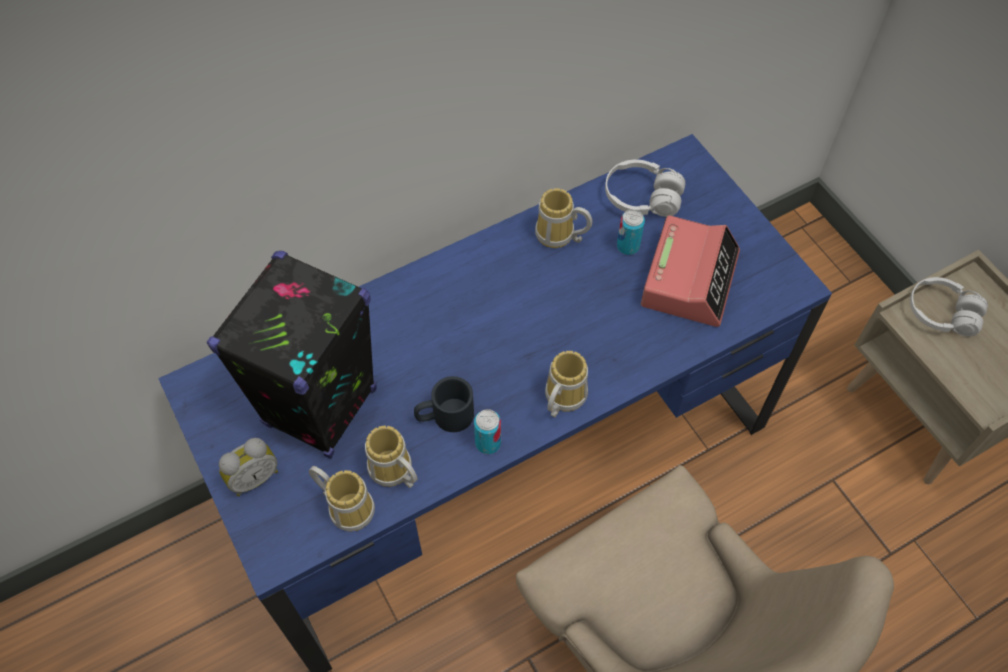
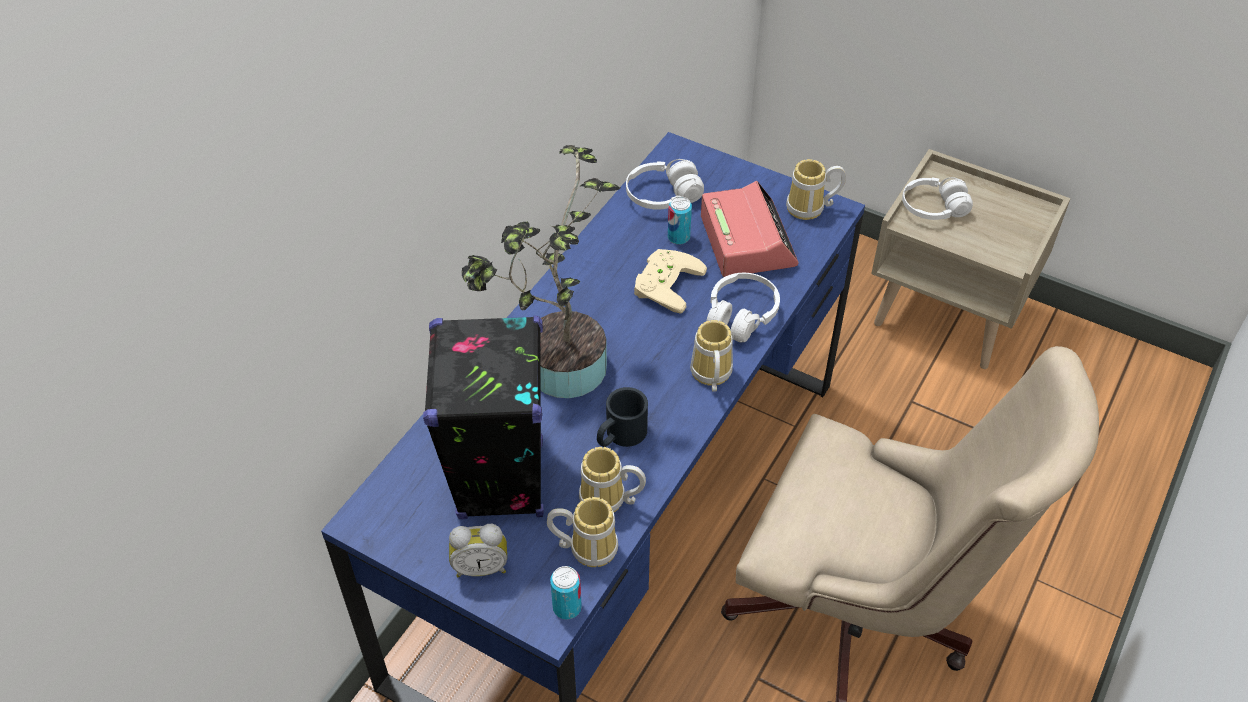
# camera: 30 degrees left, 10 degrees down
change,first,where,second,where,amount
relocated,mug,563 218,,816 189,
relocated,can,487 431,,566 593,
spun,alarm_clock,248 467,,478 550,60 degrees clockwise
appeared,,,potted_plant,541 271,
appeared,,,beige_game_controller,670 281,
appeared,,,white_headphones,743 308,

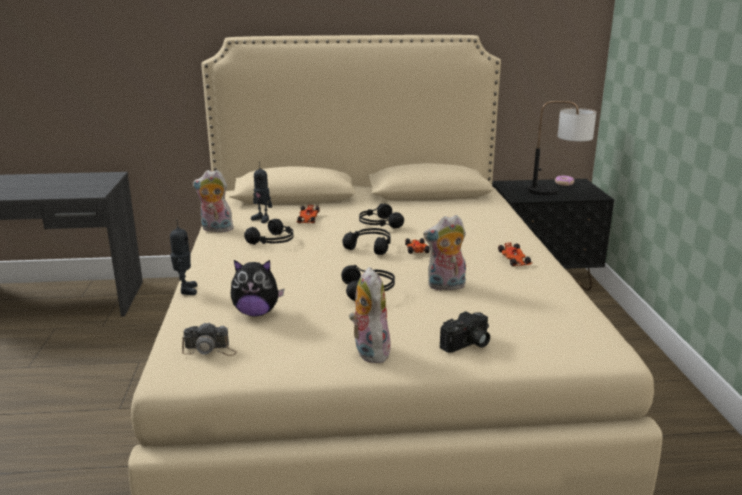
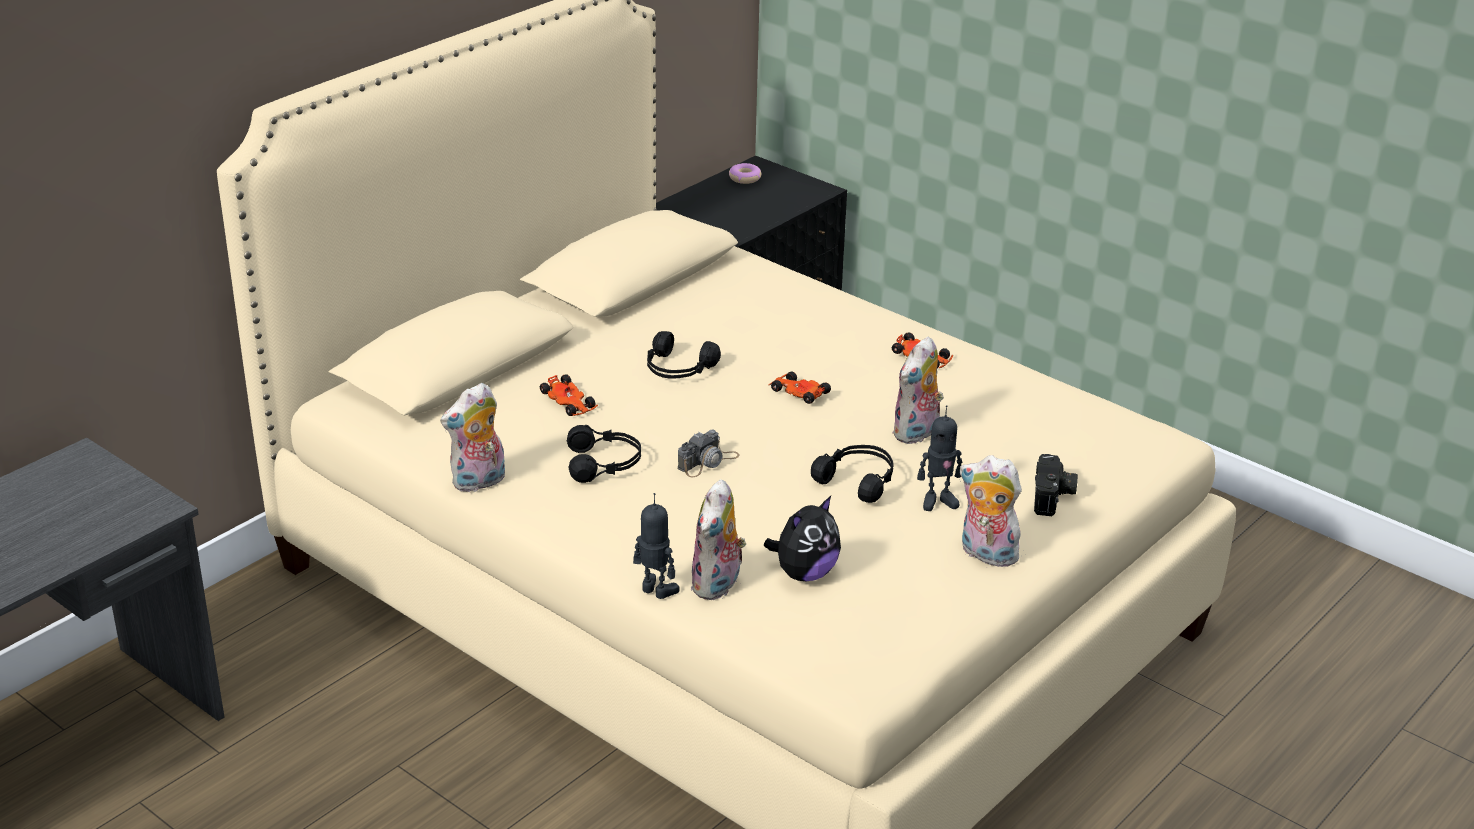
# camera: 45 degrees left, 10 degrees up
change,first,where,second,where,amount
missing,table_lamp,562 148,,,
relocated,toy_robot,261 192,,939 458,
missing,black_headphones,366 241,,,
relocated,photo_camera,209 339,,709 453,
appeared,,,plush_toy,718 539,

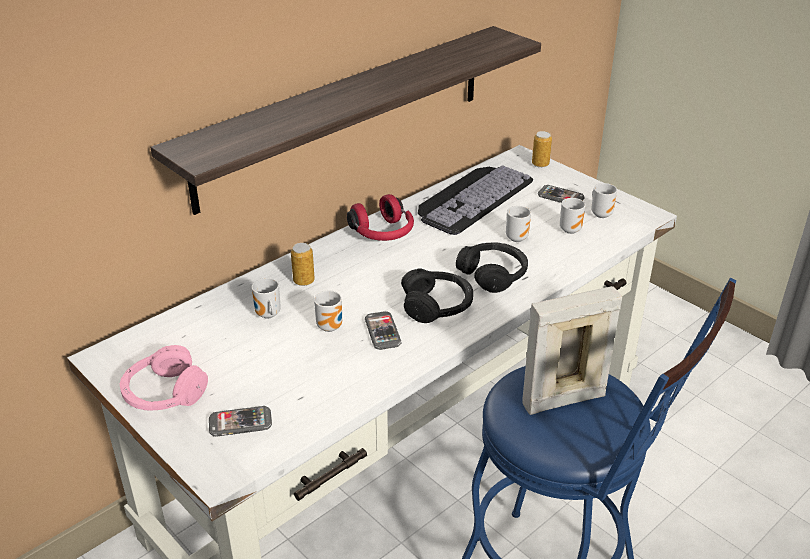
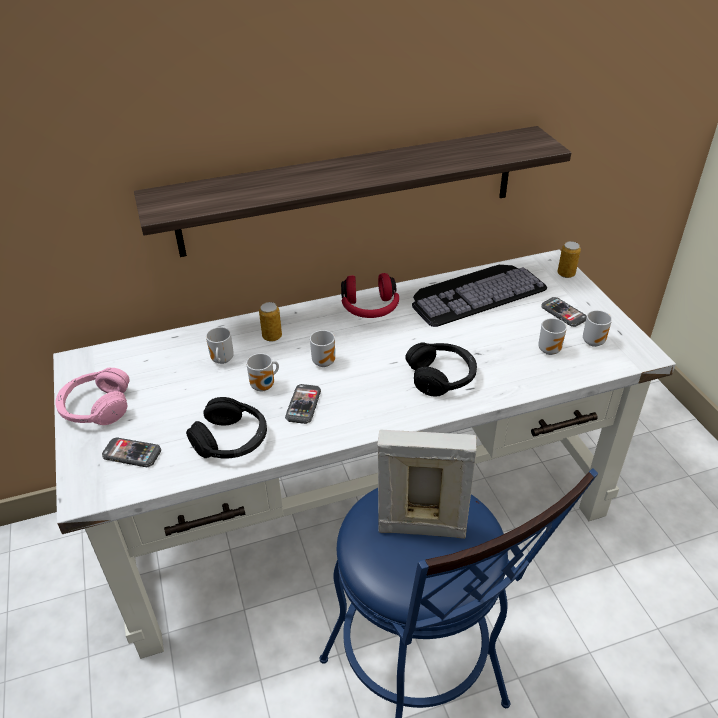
# camera: 25 degrees right, 5 degrees up
change,first,where,second,where,amount
relocated,mug,518 224,,322 348,
relocated,black_headphones,437 295,,226 428,

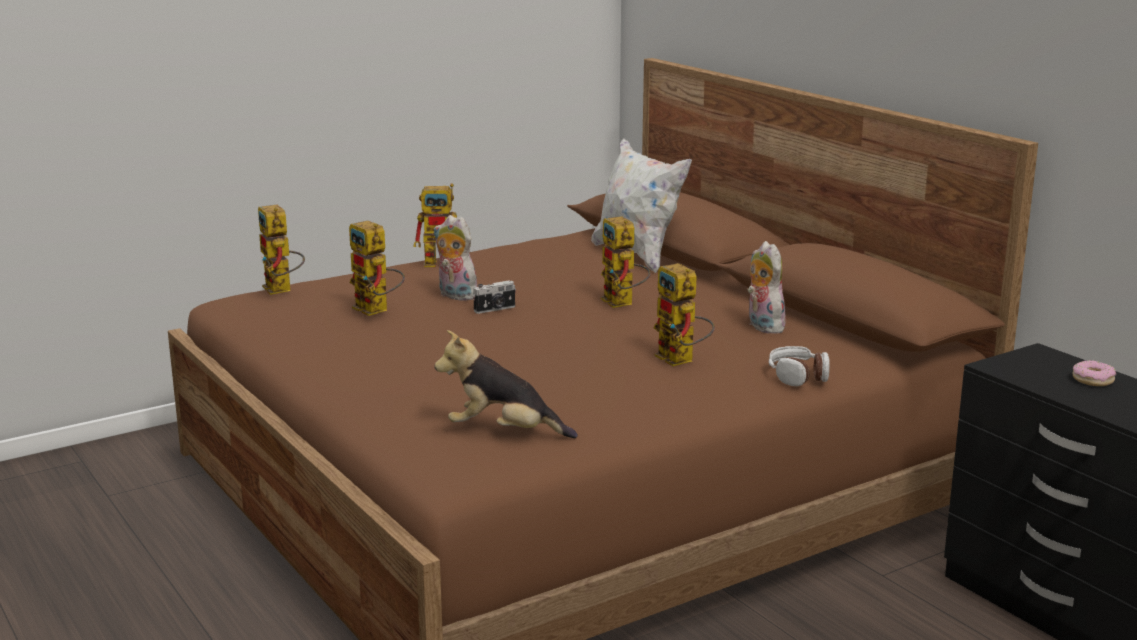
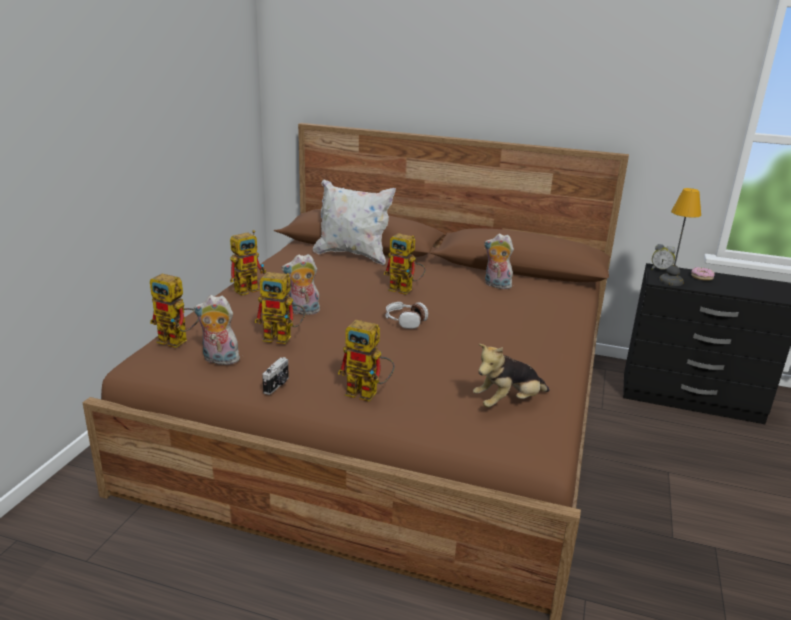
# camera: 40 degrees left, 5 degrees up
change,first,where,second,where,amount
relocated,toy_robot,684 314,,366 361,
relocated,photo_camera,494 297,,275 376,
relocated,headphones,799 366,,406 315,
appeared,,,table_lamp,680 237,
appeared,,,alarm_clock,663 257,
appeared,,,plush_toy,217 330,

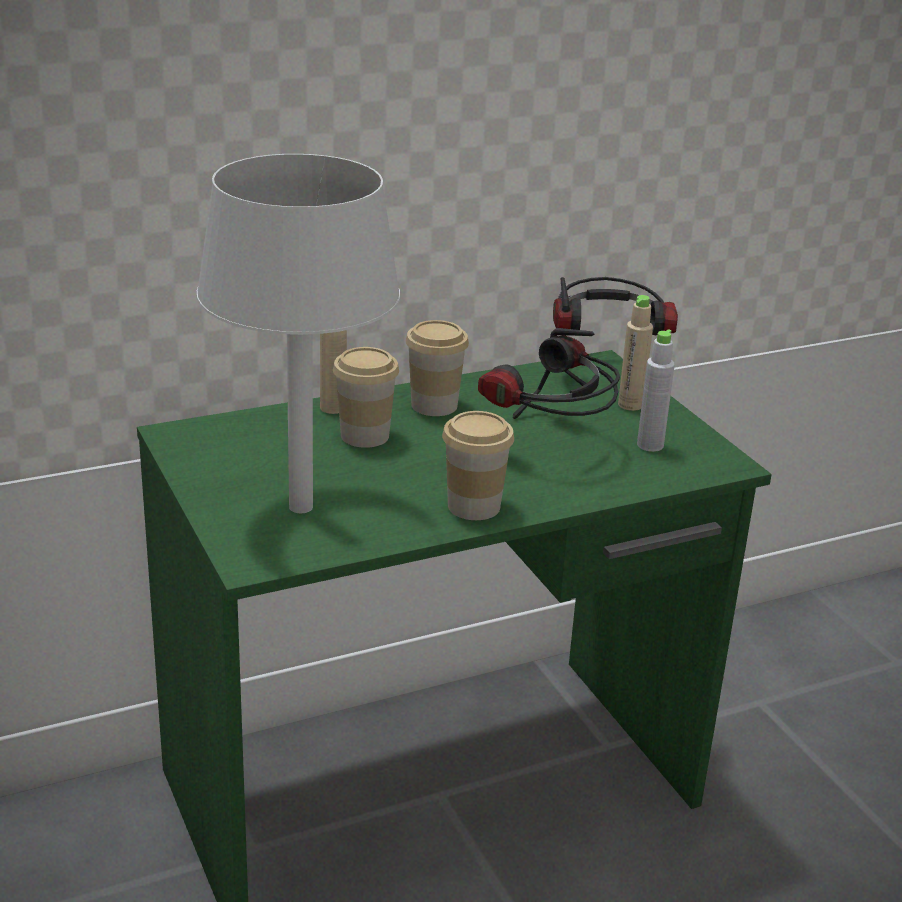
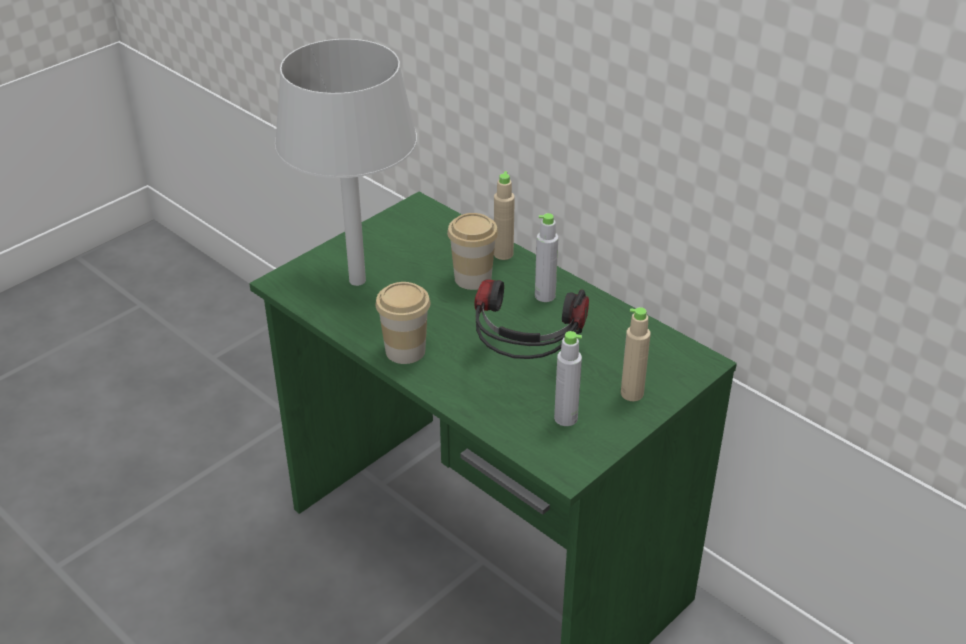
# camera: 70 degrees right, 10 degrees up
change,first,where,second,where,amount
missing,headphones,615 331,,,
exchanged,cup,437 368,grey_bottle,547 257,

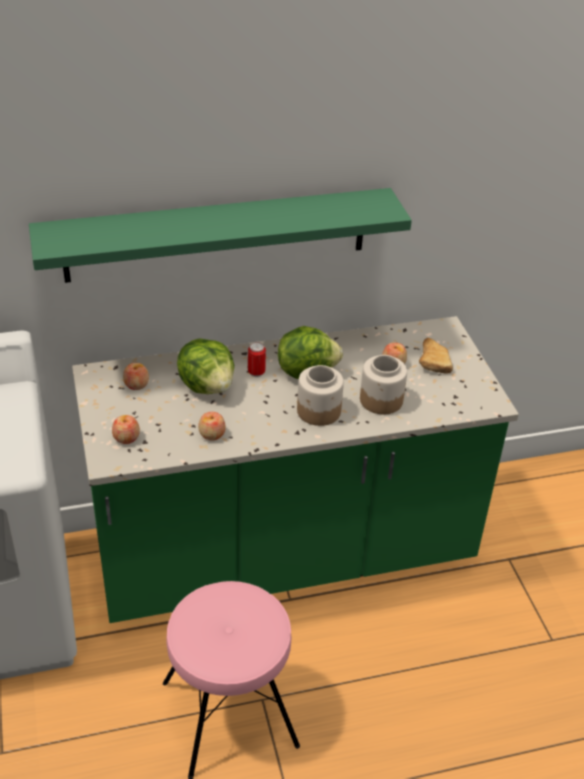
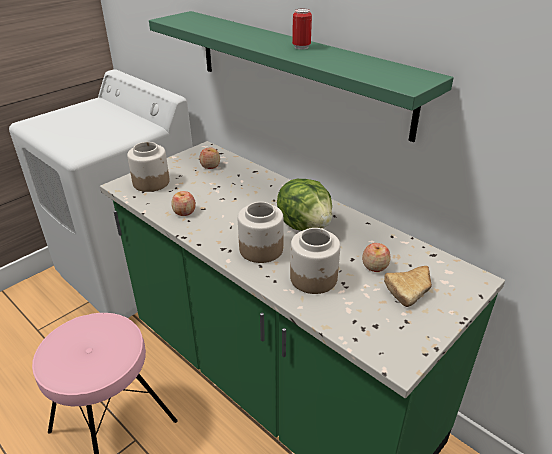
# camera: 60 degrees right, 5 degrees down
change,first,where,second,where,amount
missing,lettuce,205 366,,,
relocated,can,257 359,,302 29,
exchanged,apple,126 429,jar,148 167,

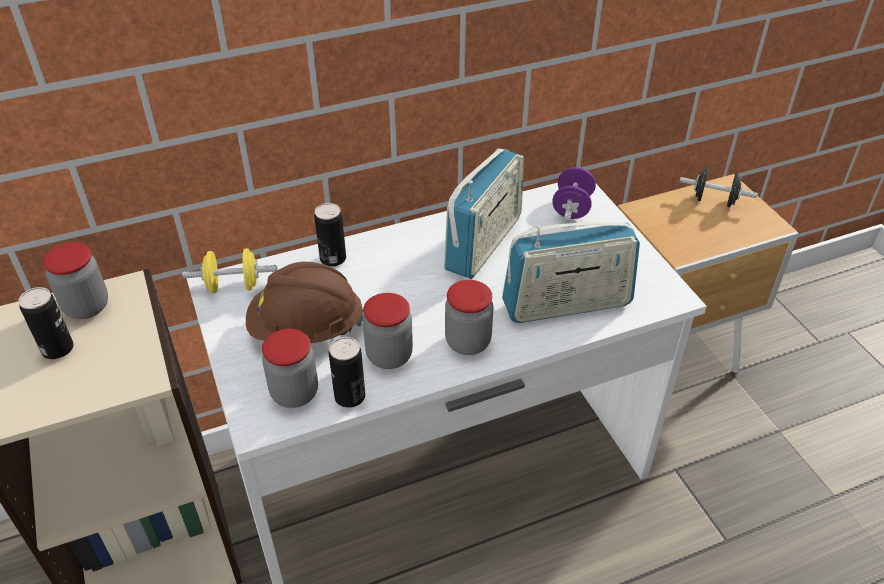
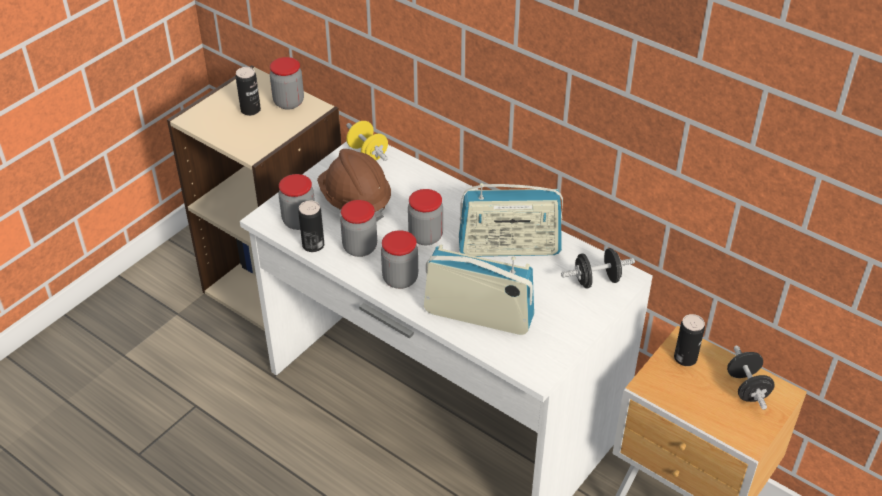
# camera: 60 degrees right, 0 degrees up
change,first,where,second,where,amount
colour,purple_dumbbell,574 193,black_dumbbell,598 268,
relocated,can,330 234,,689 340,
spun,radio,571 272,,479 289,150 degrees clockwise
appeared,,,jar,425 217,

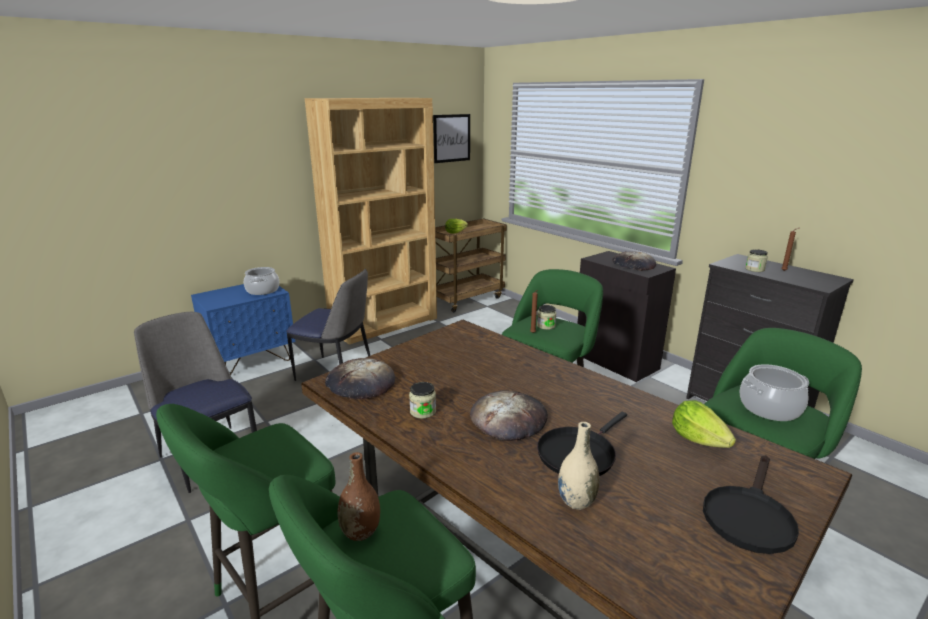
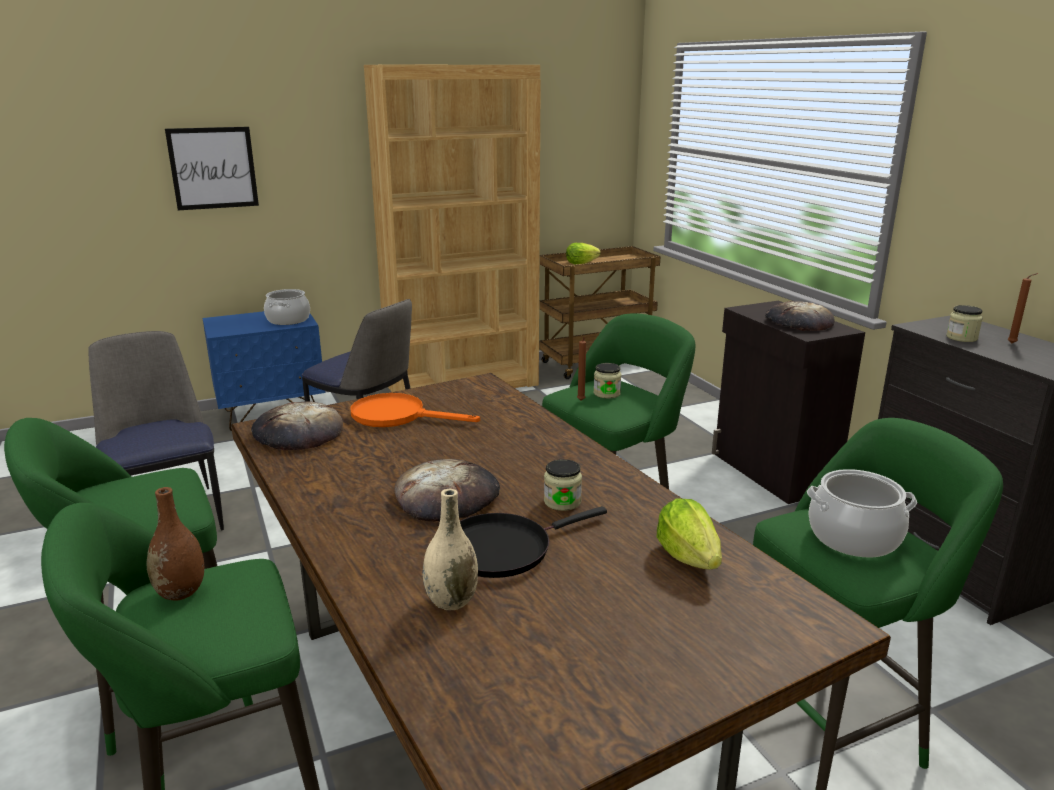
# camera: 15 degrees right, 0 degrees up
change,first,where,second,where,amount
relocated,picture,451 138,,212 168,
relocated,jar,422 400,,563 485,
missing,black_frying_pan,751 504,,,
appeared,,,orange_frying_pan,415 410,

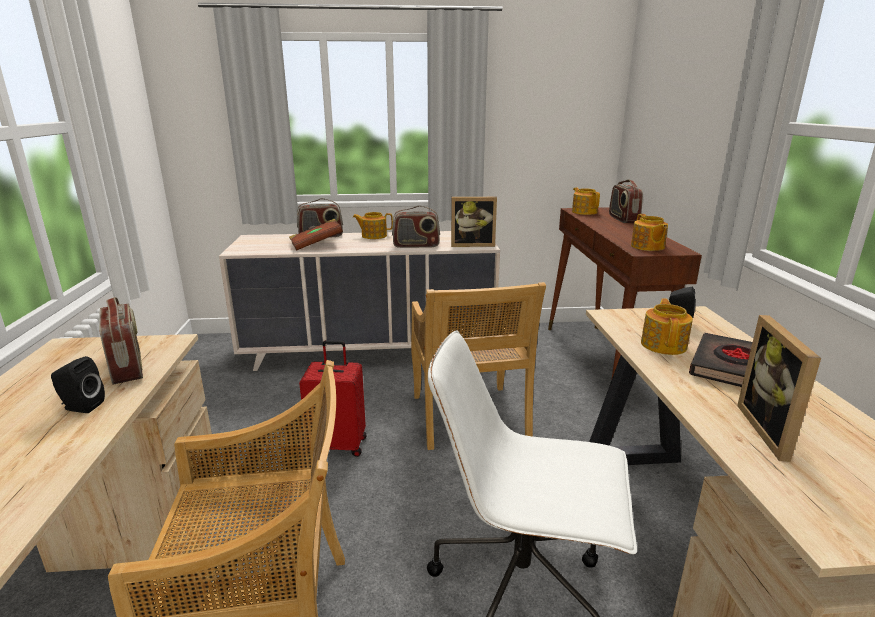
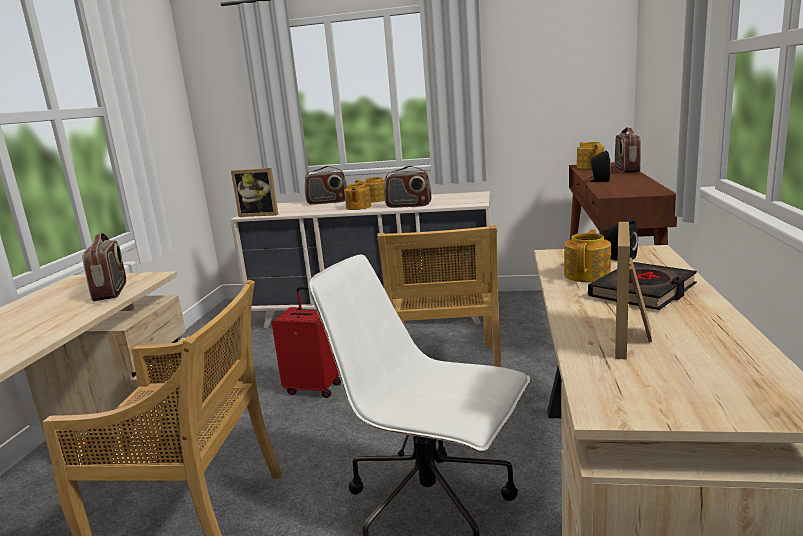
# camera: 15 degrees right, 5 degrees down
change,first,where,second,where,amount
relocated,picture_frame,474 222,,254 192,
relocated,teapot,649 232,,357 196,
missing,brown_book,316 235,,,
relocated,black_speaker,78 384,,600 166,

